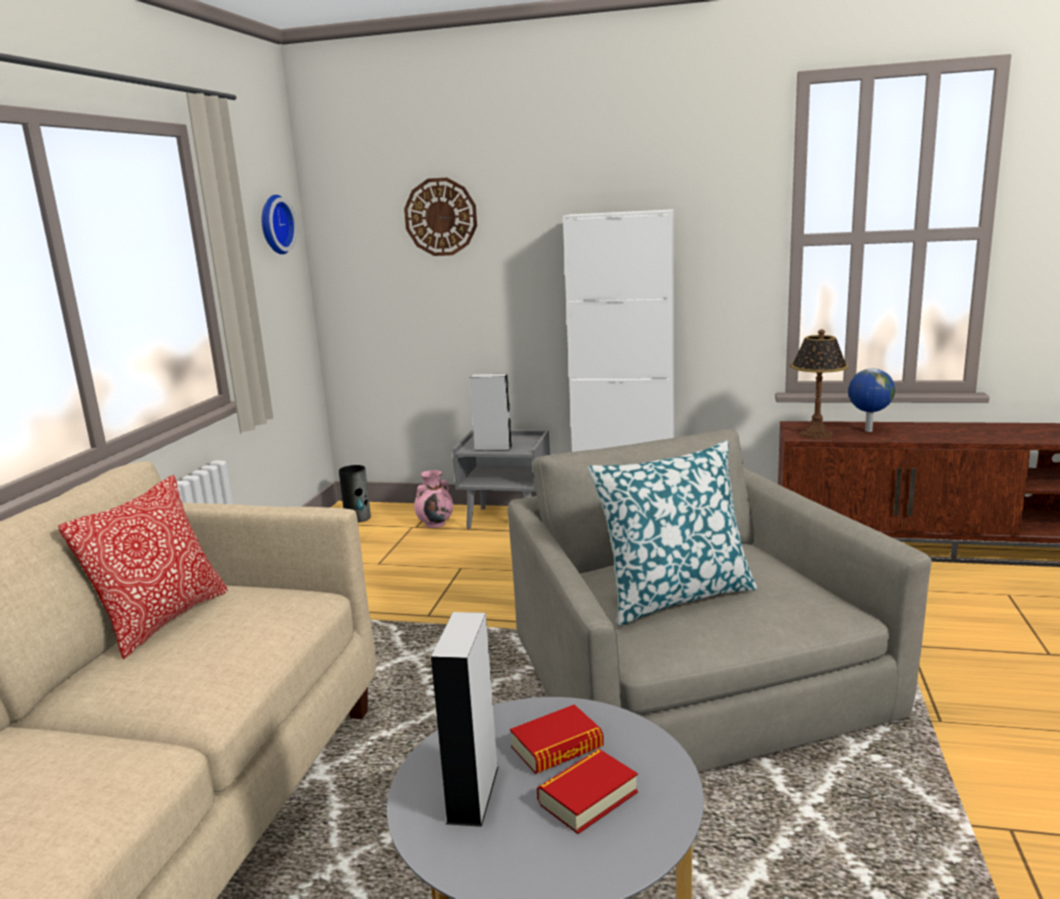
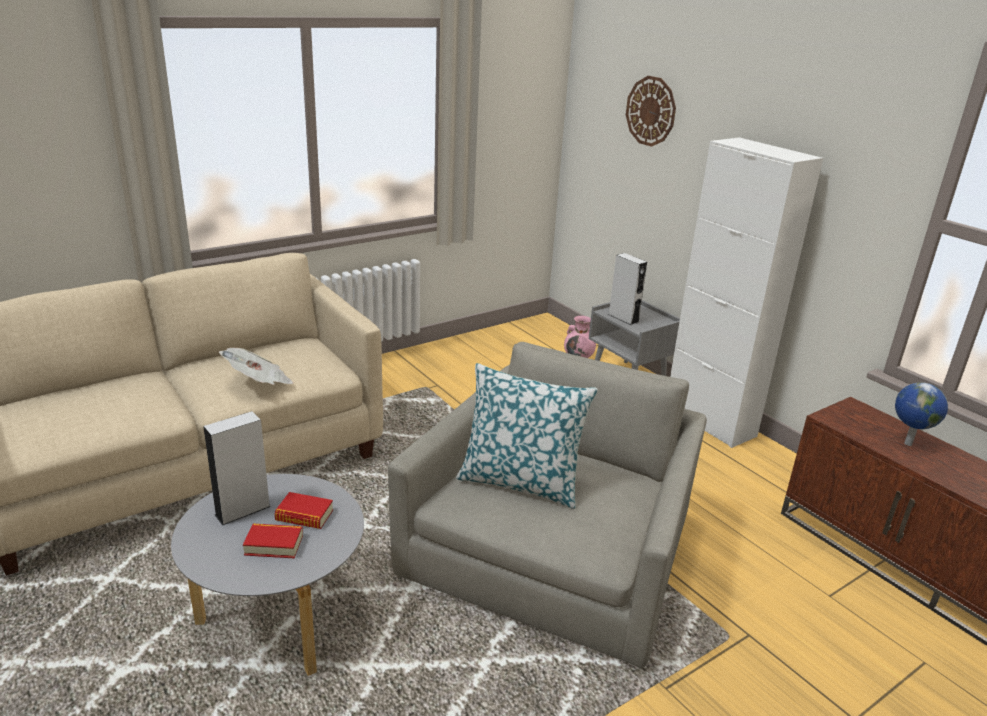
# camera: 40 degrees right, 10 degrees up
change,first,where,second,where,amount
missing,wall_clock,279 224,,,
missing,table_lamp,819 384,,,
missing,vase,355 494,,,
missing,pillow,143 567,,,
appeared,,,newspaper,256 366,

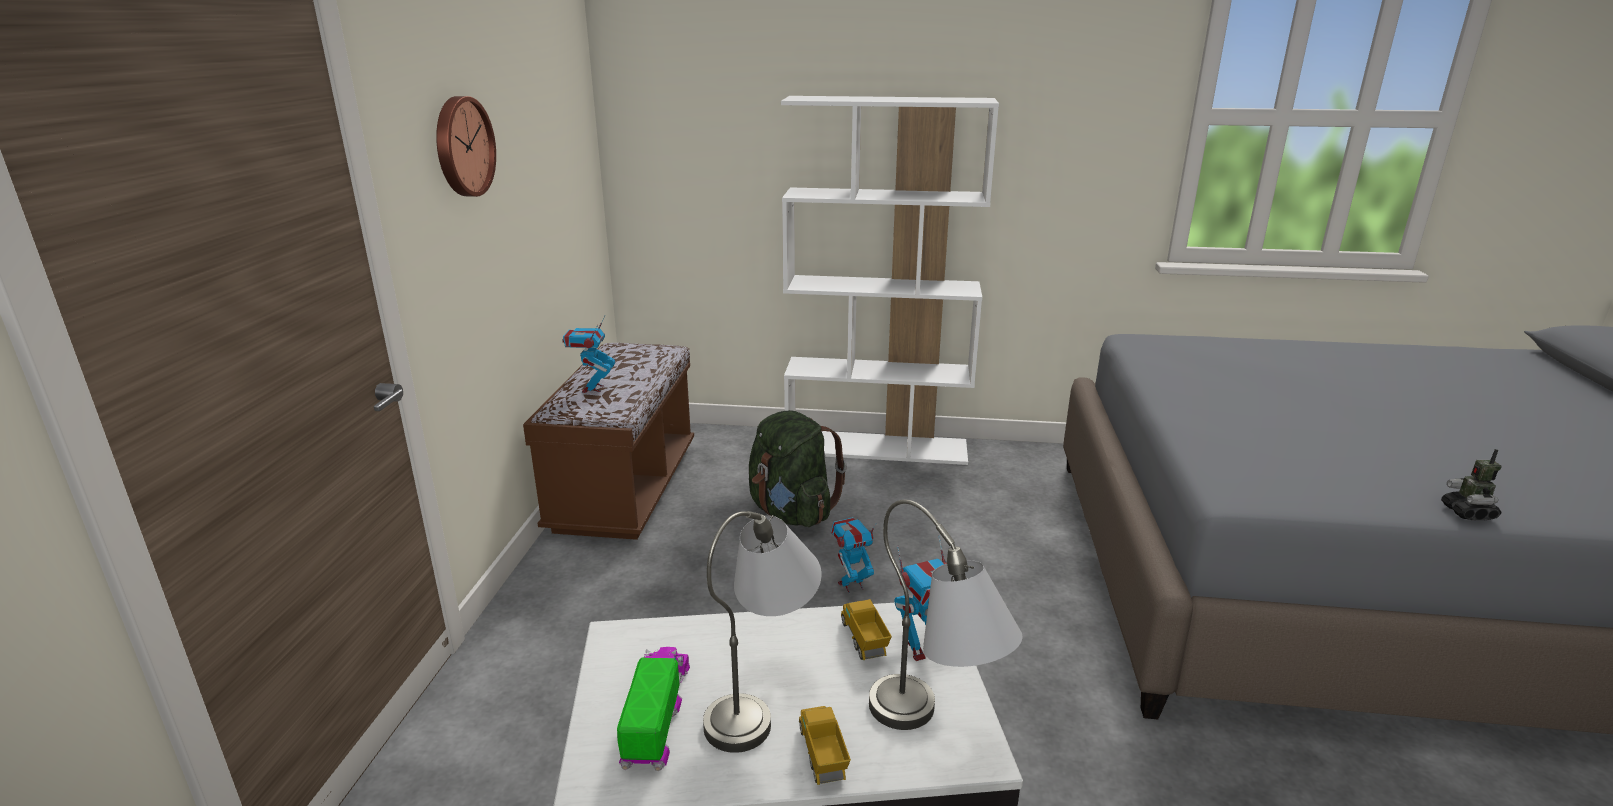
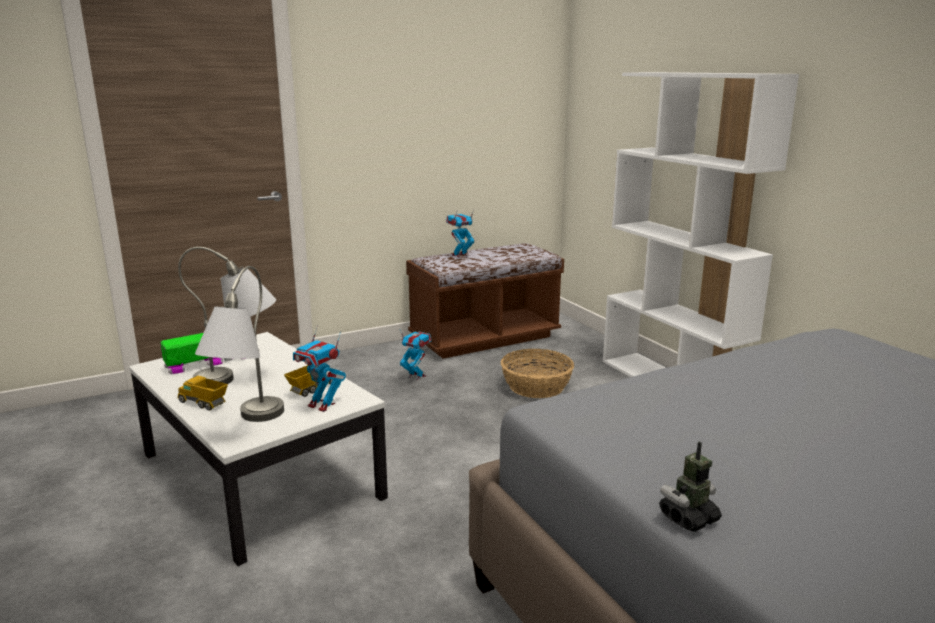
# camera: 55 degrees right, 5 degrees down
change,first,where,second,where,amount
missing,wall_clock,466 146,,,
exchanged,green_backpack,798 468,basket,537 373,
relocated,toy_robot,853 555,,415 355,
spun,toy_truck,825 745,,203 393,105 degrees counterclockwise

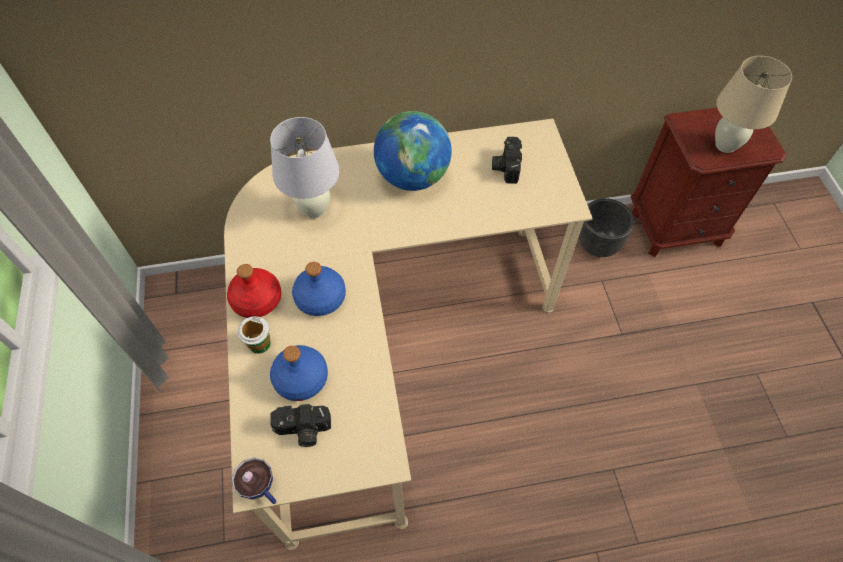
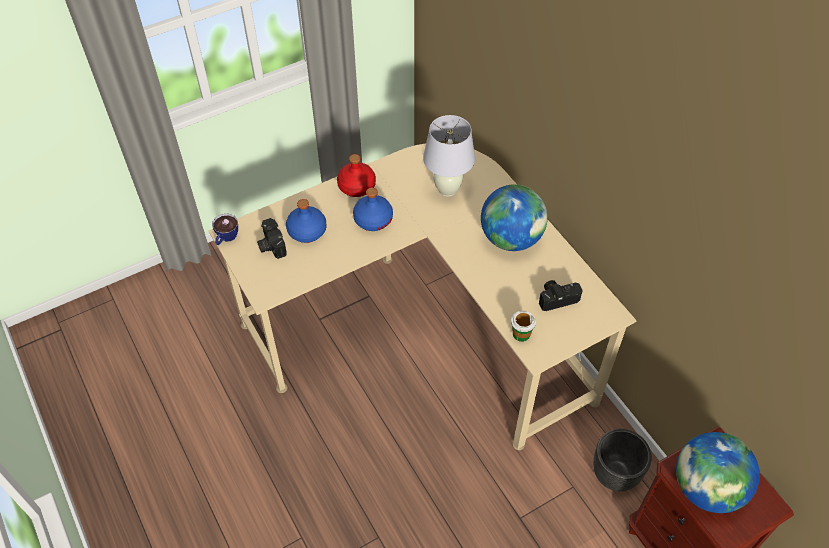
# camera: 70 degrees right, 5 degrees down
change,first,where,second,where,amount
exchanged,beige_table_lamp,753 104,globe,718 472,
relocated,cup,254 335,,523 326,

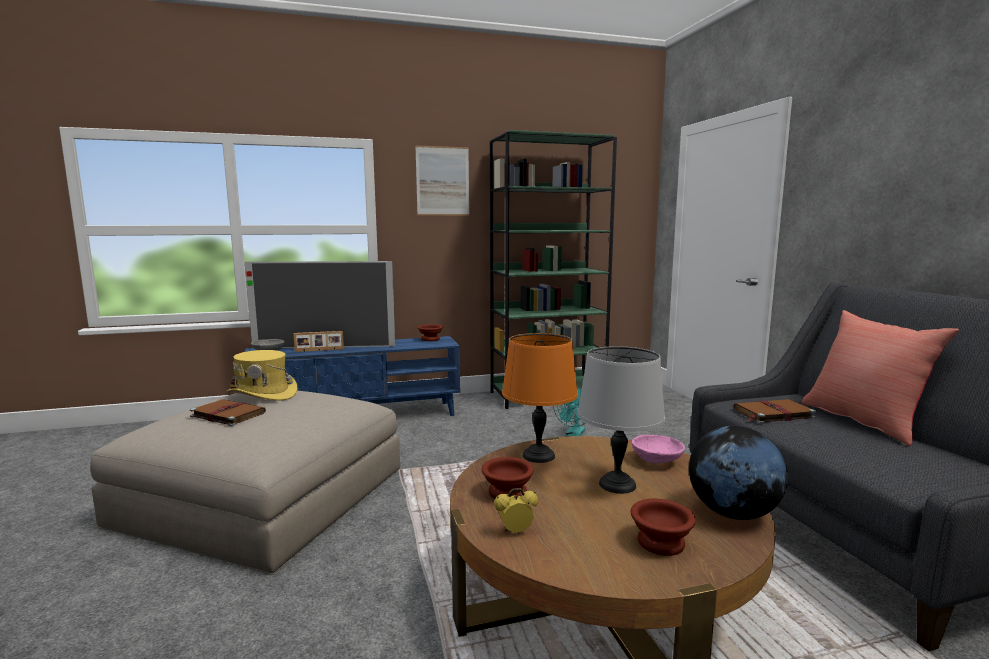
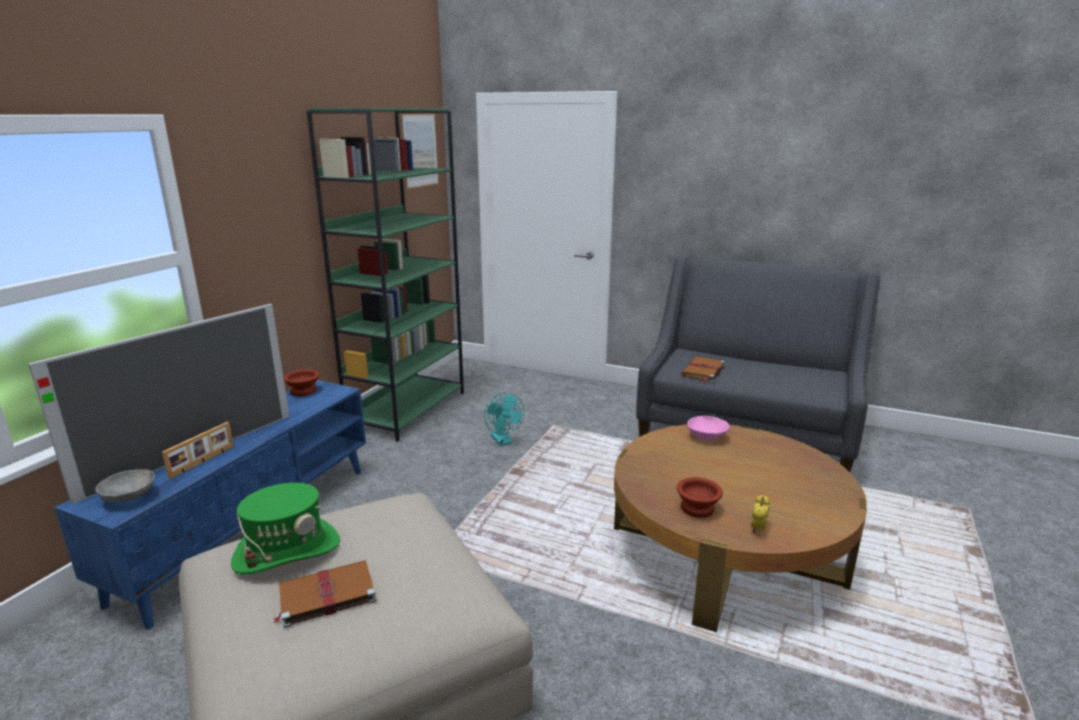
# camera: 50 degrees left, 10 degrees up
change,first,where,second,where,amount
relocated,picture,442 180,,420 151,
missing,red_pillow,880 378,,,
missing,orange_table_lamp,540 398,,,
missing,grey_table_lamp,621 420,,,
colour,yellow_hat,262 375,green_hat,285 528,
missing,globe,738 473,,,
missing,brown_bowl,663 527,,,

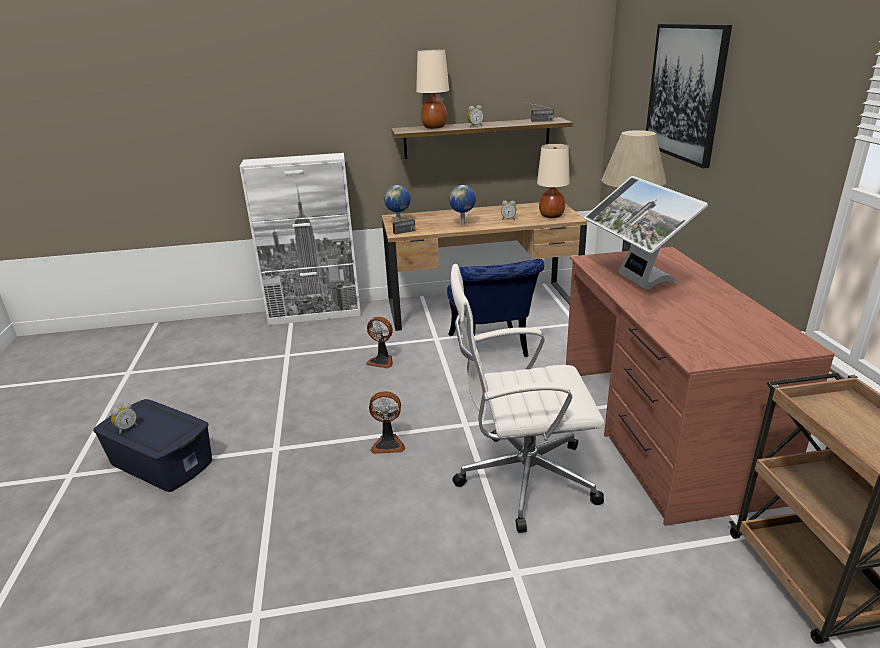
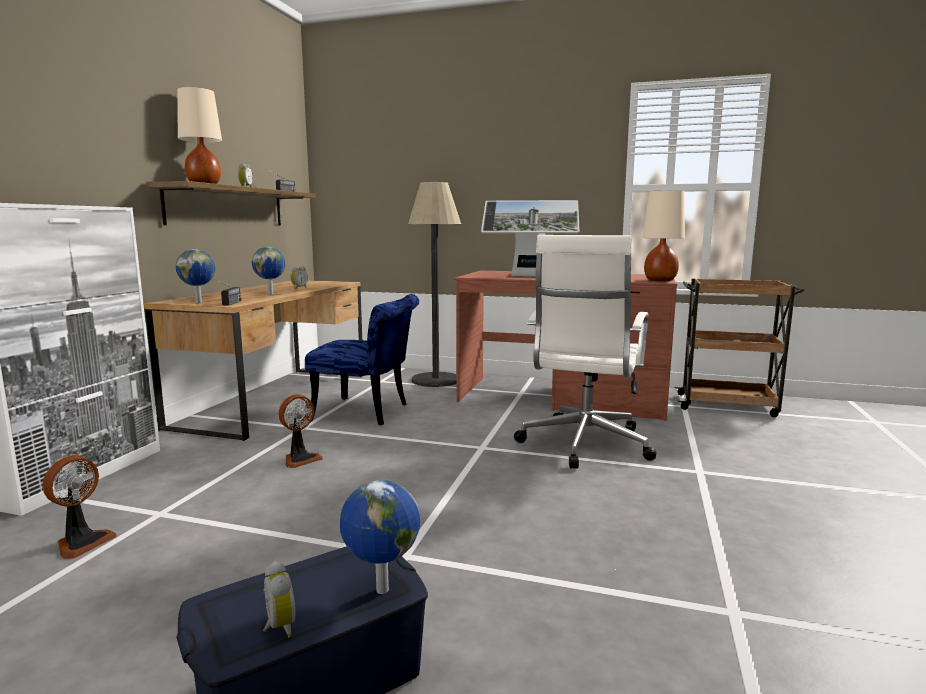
# camera: 65 degrees left, 15 degrees down
change,first,where,second,where,amount
missing,picture,689 96,,,
relocated,beige_table_lamp,553 181,,663 235,
relocated,fan,387 422,,80 507,
appeared,,,globe,380 537,

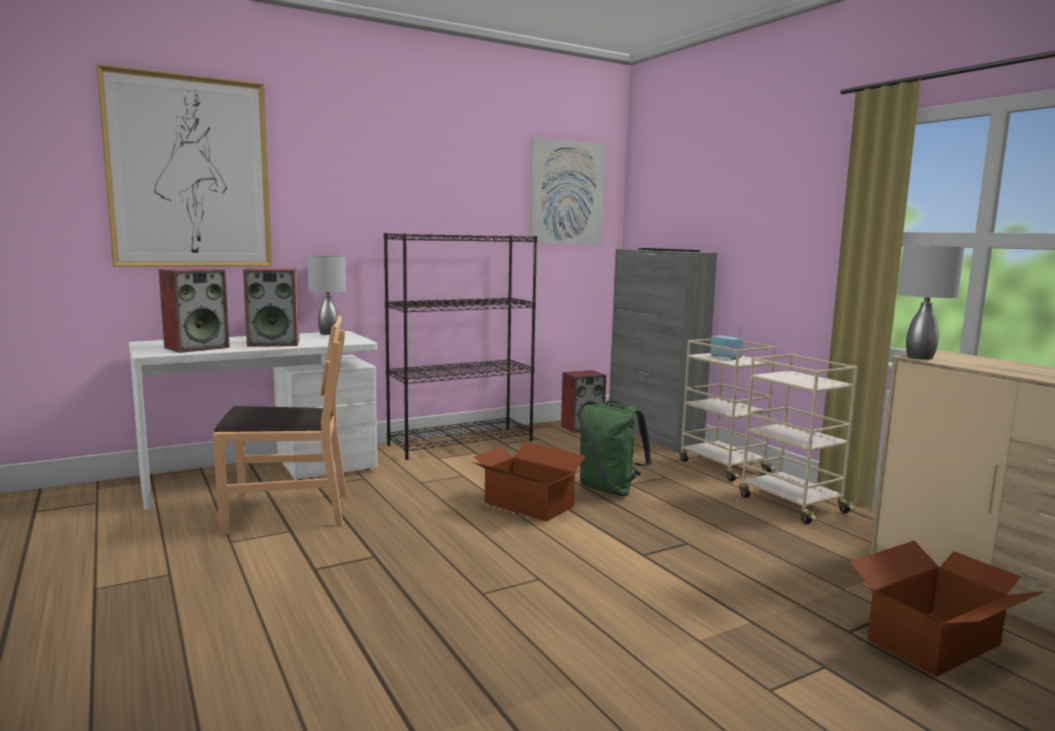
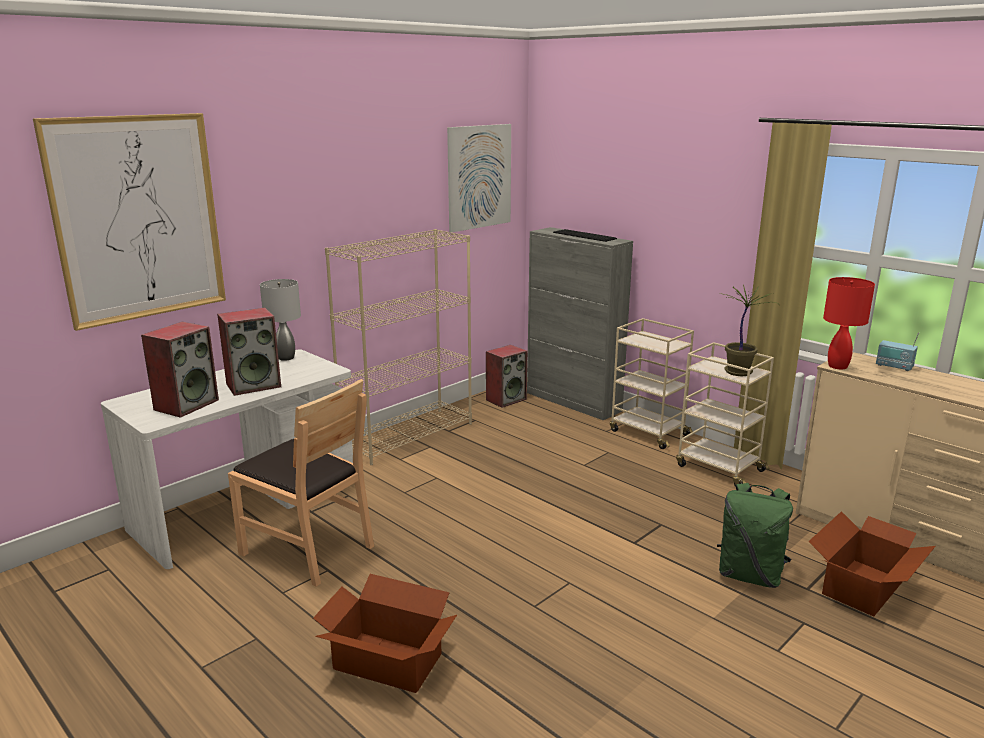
# camera: 15 degrees left, 10 degrees up
change,first,where,second,where,amount
colour,black_bookcase,460 346,beige_bookcase,398 347,
colour,grey_table_lamp,931 302,red_table_lamp,849 323,
spun,brown_chair,280 425,,301 483,60 degrees clockwise
relocated,radio,726 343,,897 351,
relocated,green_backpack,616 448,,755 535,
relocated,cardboard_box,530 482,,385 633,
appeared,,,potted_plant,749 330,

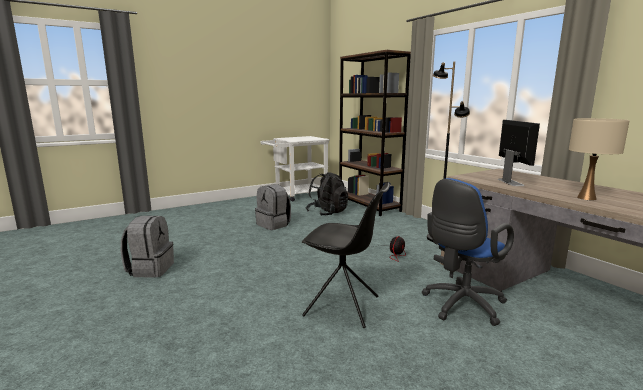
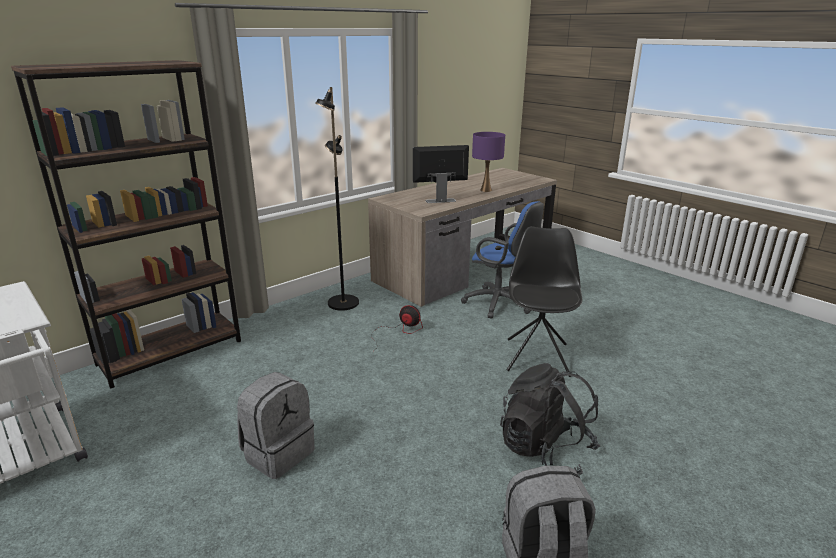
# camera: 100 degrees left, 10 degrees up
change,first,where,second,where,amount
colour,beige_table_lamp,599 159,purple_table_lamp,488 162,
relocated,black_backpack,326 194,,550 419,

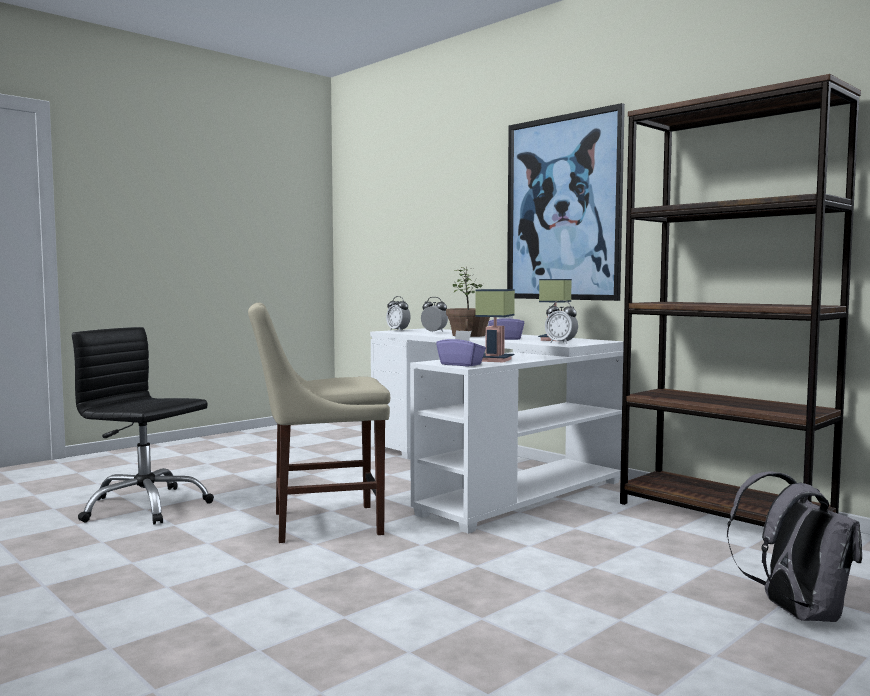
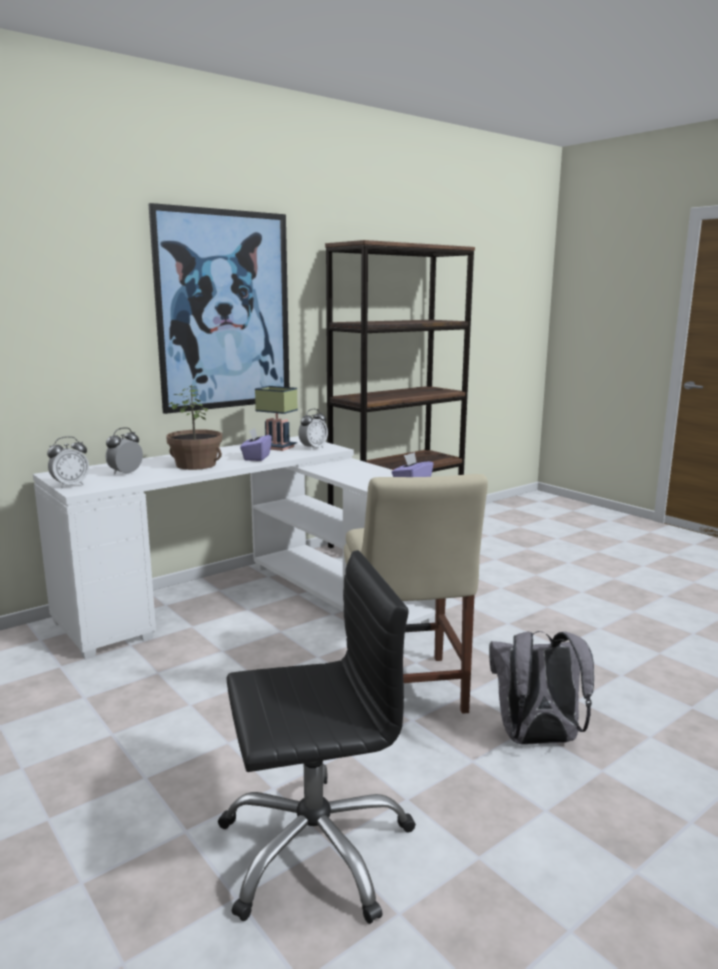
# camera: 85 degrees left, 10 degrees up
change,first,where,second,where,amount
missing,table_lamp,495 326,,,
spun,black_office_chair,143 425,,317 737,135 degrees counterclockwise
relocated,grey_backpack,794 546,,541 688,

